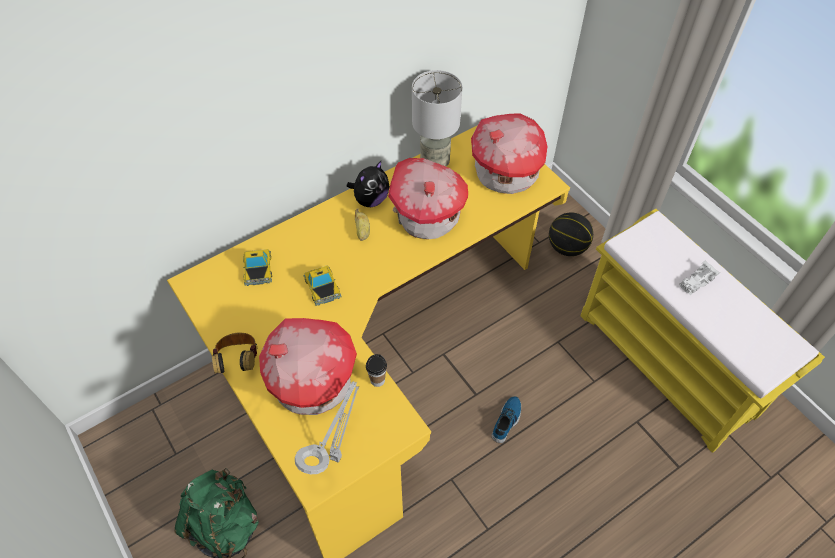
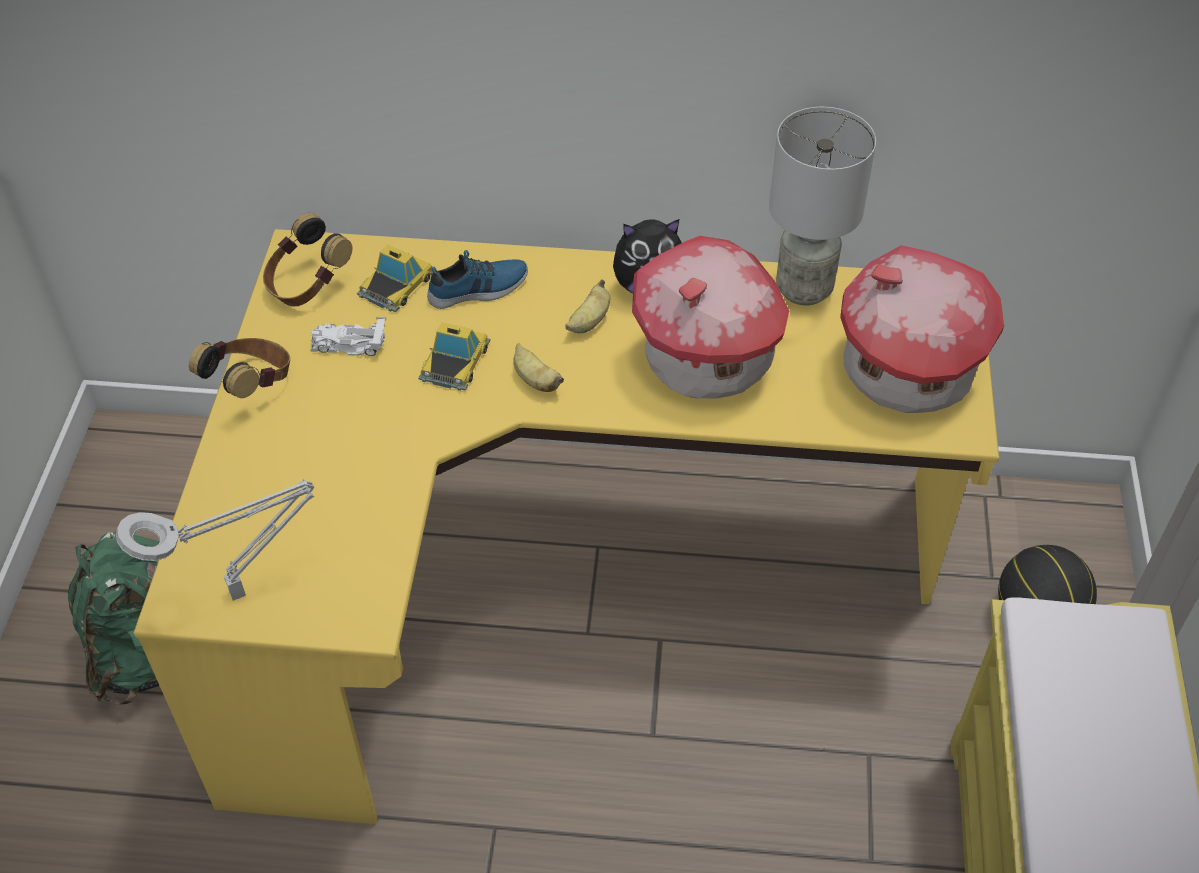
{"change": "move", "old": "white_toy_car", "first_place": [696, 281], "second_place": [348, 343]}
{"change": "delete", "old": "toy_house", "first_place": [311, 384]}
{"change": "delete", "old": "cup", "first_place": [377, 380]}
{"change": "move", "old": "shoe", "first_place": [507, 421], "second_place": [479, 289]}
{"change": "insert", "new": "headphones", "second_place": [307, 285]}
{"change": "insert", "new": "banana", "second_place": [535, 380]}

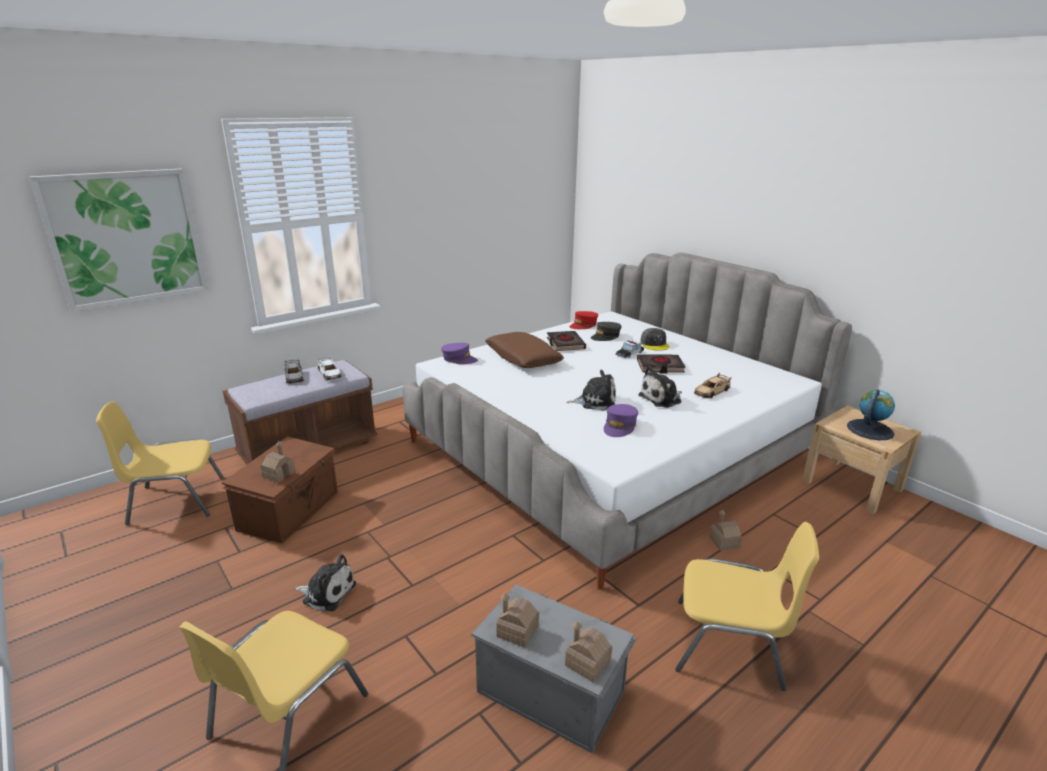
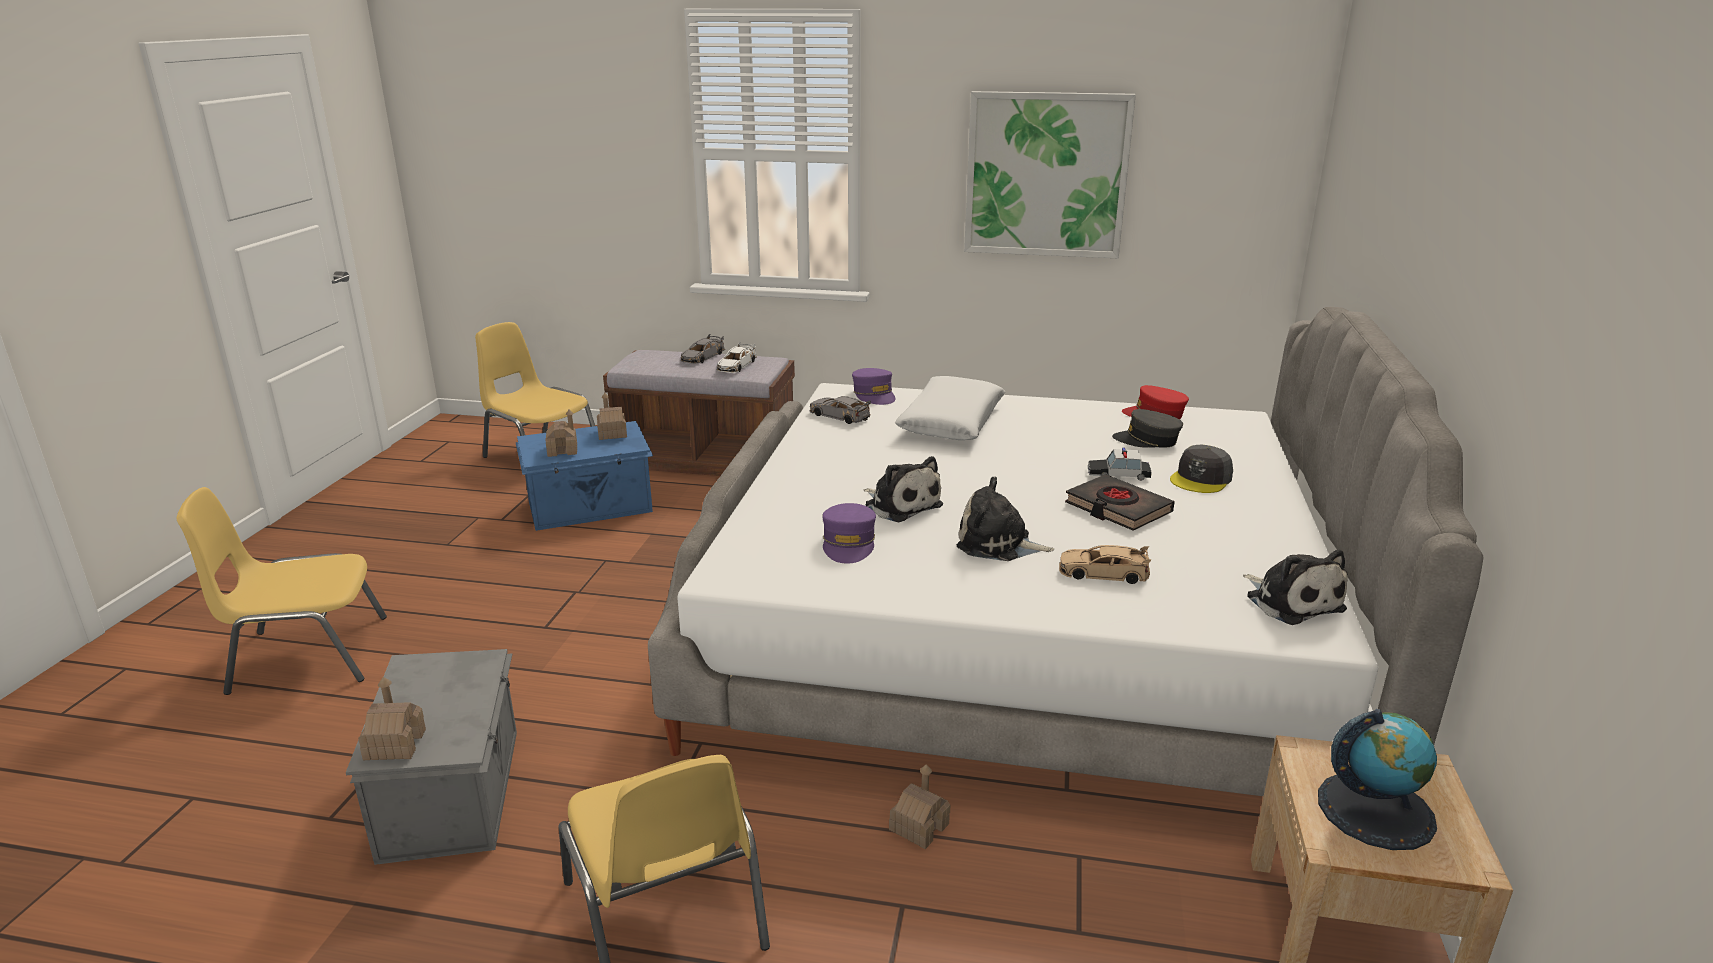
{"change": "move", "old": "picture", "first_place": [126, 238], "second_place": [1046, 175]}
{"change": "delete", "old": "black_book", "first_place": [565, 344]}
{"change": "recolor", "old": "brown_pillow", "new": "white_pillow", "first_place": [523, 358], "second_place": [951, 422]}
{"change": "rotate", "old": "purple_cap", "first_place": [619, 427], "second_place": [849, 544], "degrees": -75}
{"change": "recolor", "old": "brown_storage_box", "new": "blue_storage_box", "first_place": [290, 510], "second_place": [591, 507]}
{"change": "move", "old": "plush_toy", "first_place": [327, 592], "second_place": [1291, 601]}
{"change": "move", "old": "toy_house", "first_place": [517, 631], "second_place": [612, 433]}
{"change": "insert", "new": "grey_toy_car", "second_place": [839, 416]}

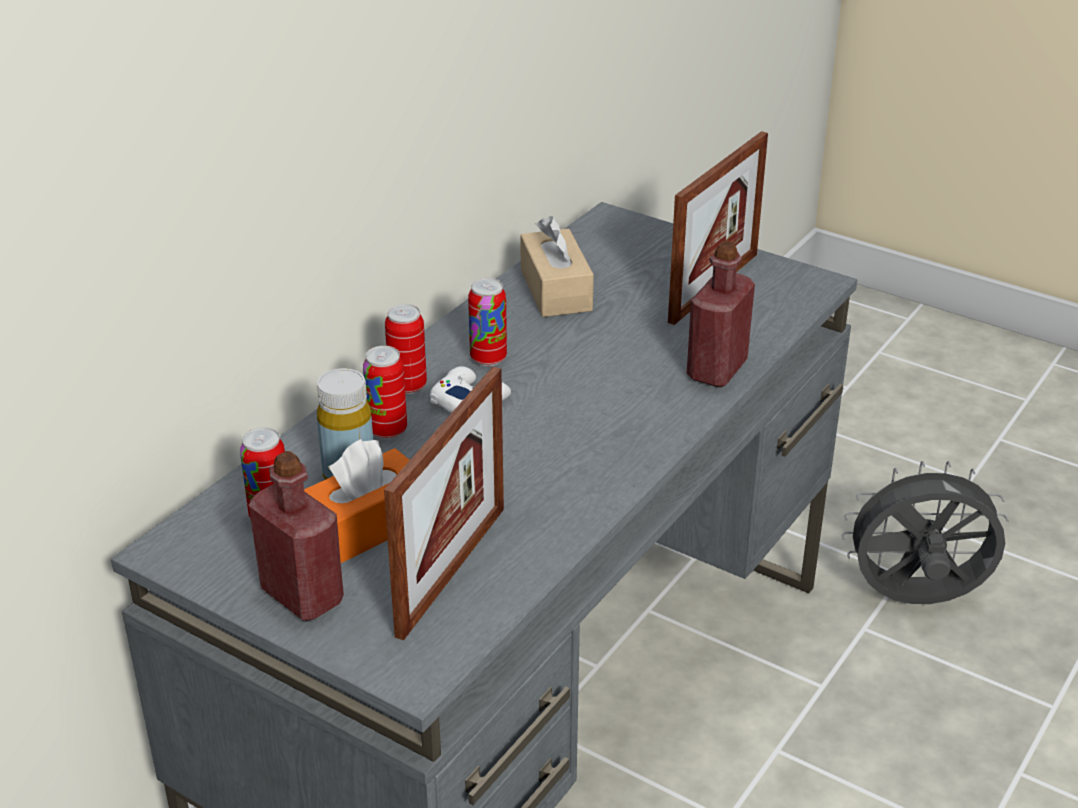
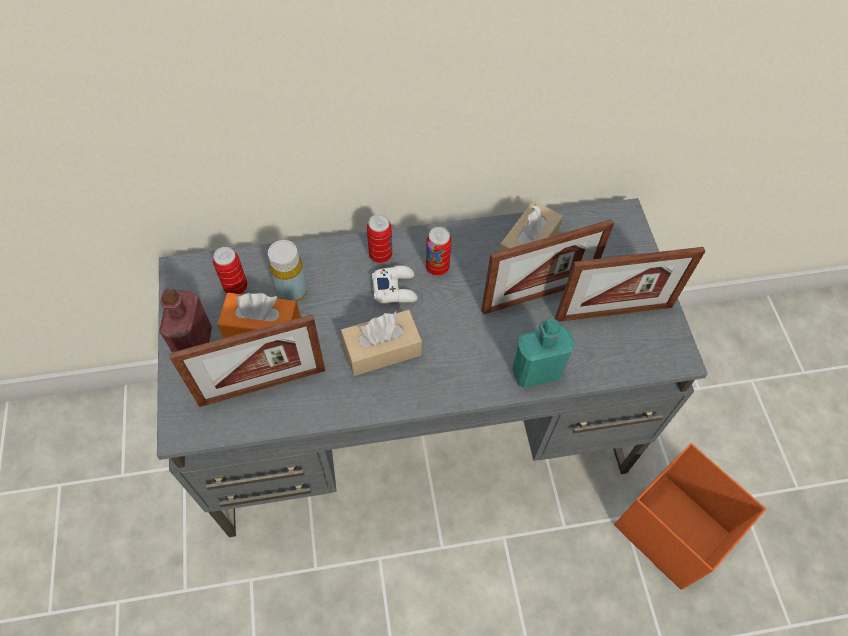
{"change": "recolor", "old": "red_bottle", "new": "turquoise_bottle", "first_place": [717, 369], "second_place": [536, 372]}
{"change": "delete", "old": "can", "first_place": [387, 430]}
{"change": "replace", "old": "grey_fan", "new": "orange_storage_box", "first_place": [915, 601], "second_place": [670, 528]}
{"change": "insert", "new": "picture_frame", "second_place": [537, 296]}
{"change": "insert", "new": "beige_tissue_box", "second_place": [382, 350]}

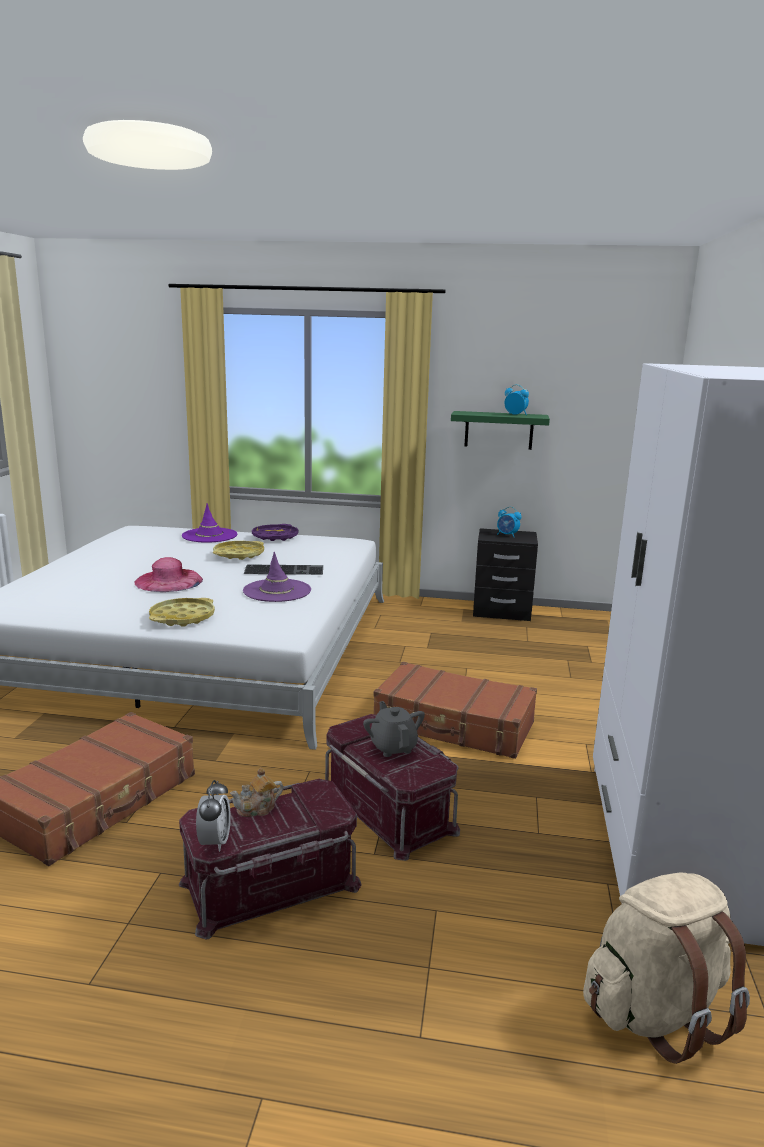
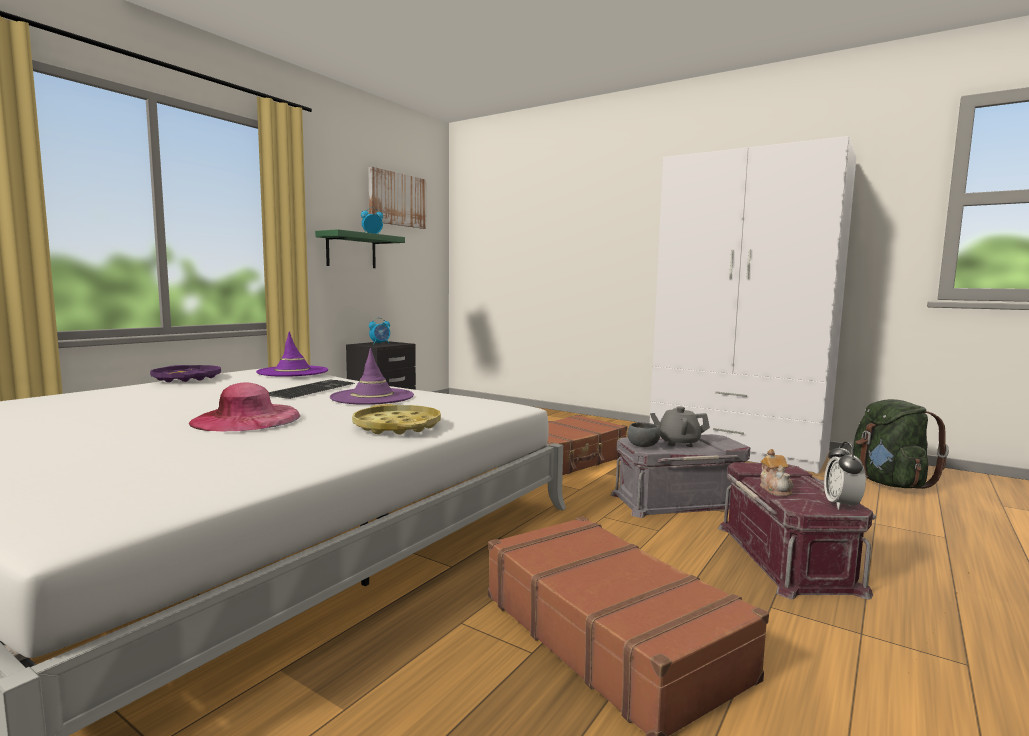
{"change": "move", "old": "purple_hat", "first_place": [209, 535], "second_place": [293, 372]}
{"change": "delete", "old": "yellow_tray", "first_place": [238, 554]}
{"change": "recolor", "old": "red_storage_box", "new": "grey_storage_box", "first_place": [389, 808], "second_place": [678, 500]}
{"change": "rotate", "old": "alarm_clock", "first_place": [214, 842], "second_place": [841, 505], "degrees": -105}
{"change": "recolor", "old": "beige_backpack", "new": "green_backpack", "first_place": [655, 1011], "second_place": [889, 483]}
{"change": "insert", "new": "picture", "second_place": [397, 199]}
{"change": "insert", "new": "grey_bowl", "second_place": [643, 446]}

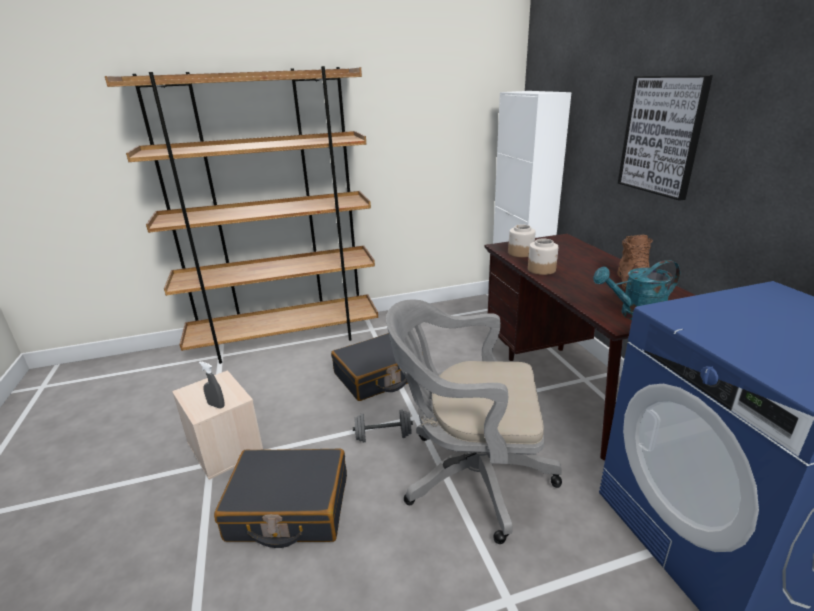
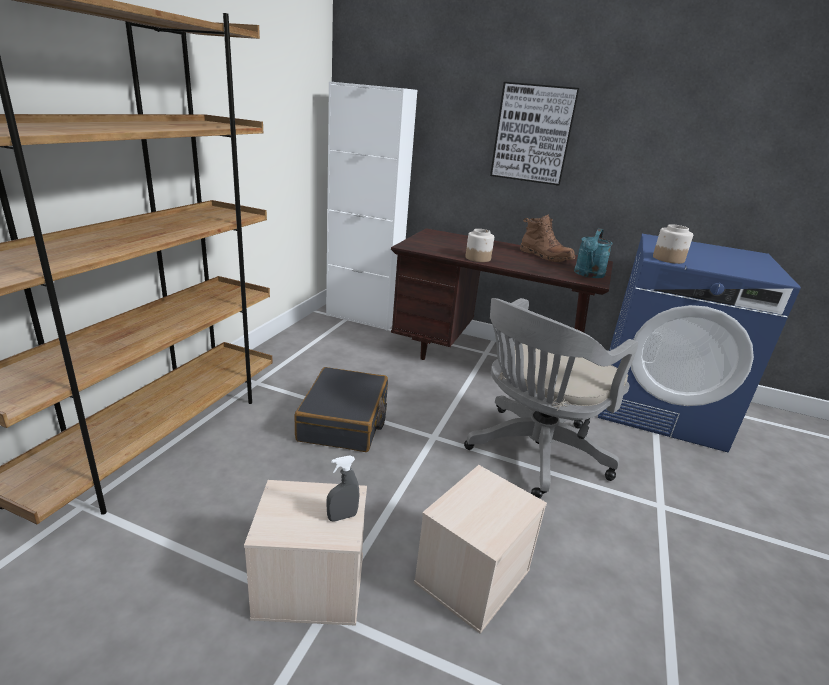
{"change": "move", "old": "jar", "first_place": [520, 253], "second_place": [667, 259]}
{"change": "delete", "old": "grey_dumbbell", "first_place": [383, 436]}
{"change": "replace", "old": "black_suitcase", "new": "beige_storage_box", "first_place": [288, 508], "second_place": [472, 574]}

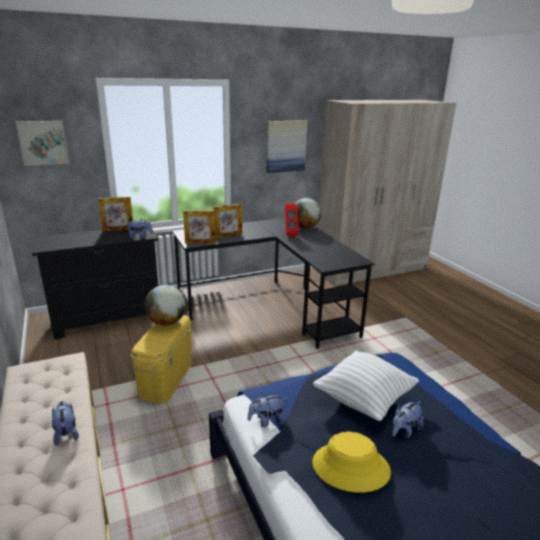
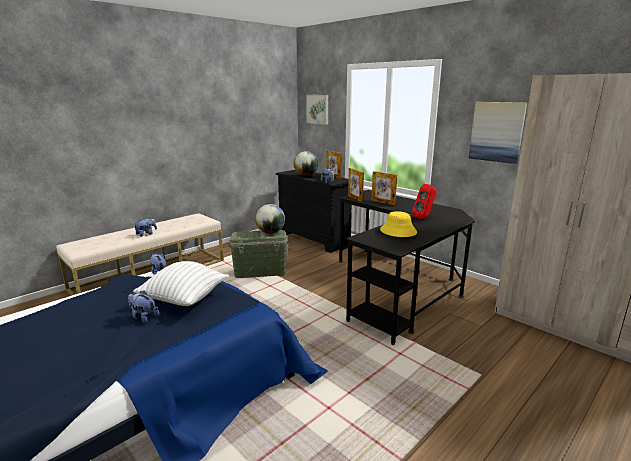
{"change": "move", "old": "globe", "first_place": [305, 227], "second_place": [306, 176]}
{"change": "recolor", "old": "yellow_storage_box", "new": "green_storage_box", "first_place": [166, 379], "second_place": [260, 272]}
{"change": "move", "old": "yellow_hat", "first_place": [350, 467], "second_place": [398, 231]}

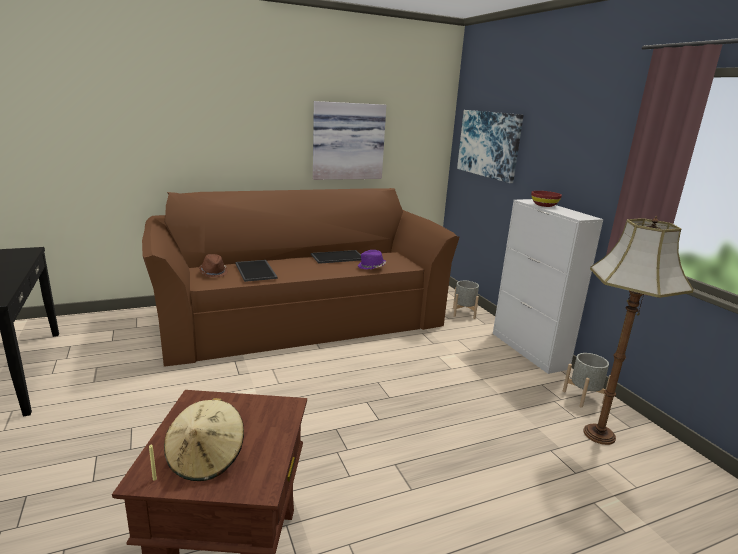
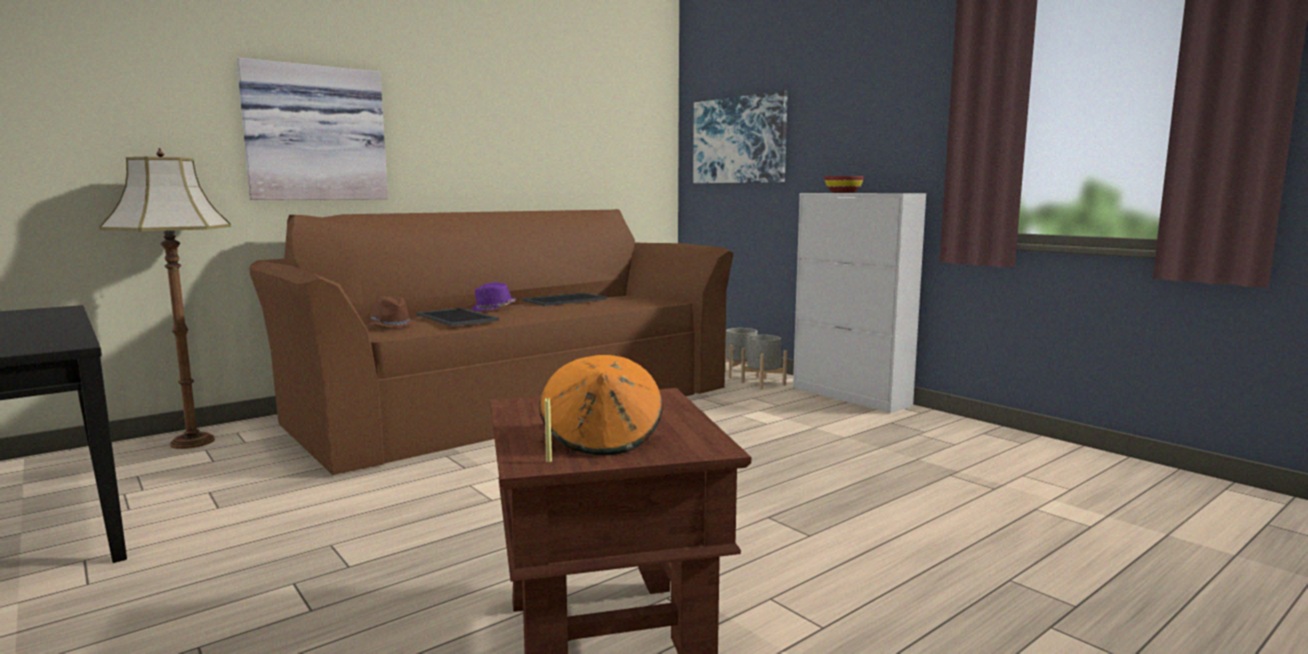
{"change": "move", "old": "picture", "first_place": [347, 141], "second_place": [315, 133]}
{"change": "move", "old": "floor_lamp", "first_place": [598, 434], "second_place": [192, 442]}
{"change": "move", "old": "purple_hat", "first_place": [371, 267], "second_place": [493, 309]}
{"change": "move", "old": "grey_planter", "first_place": [583, 397], "second_place": [763, 383]}
{"change": "recolor", "old": "beige_hat", "new": "orange_hat", "first_place": [206, 458], "second_place": [602, 439]}

